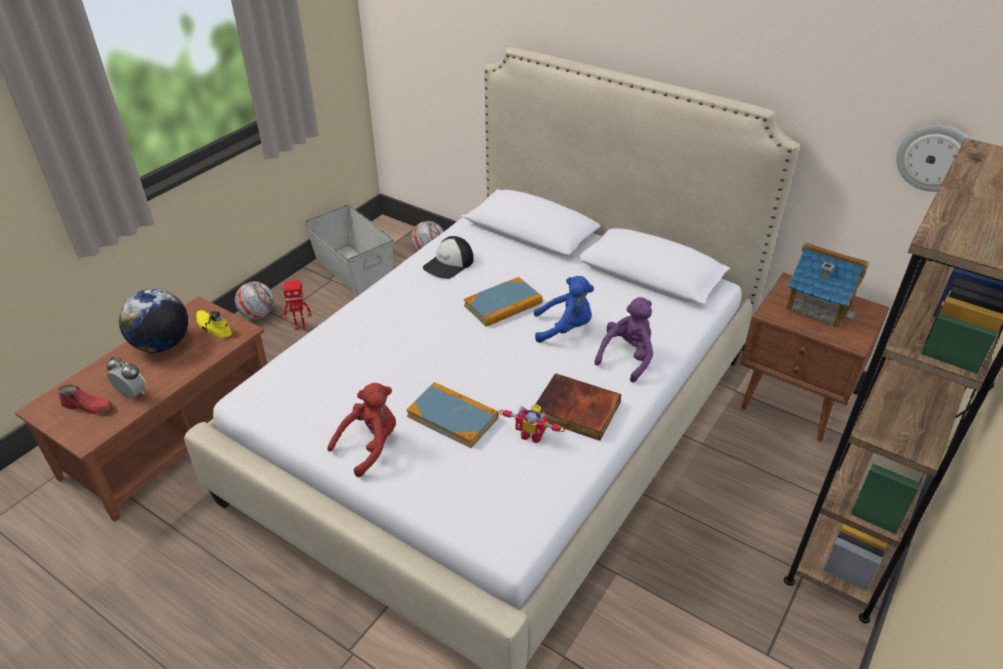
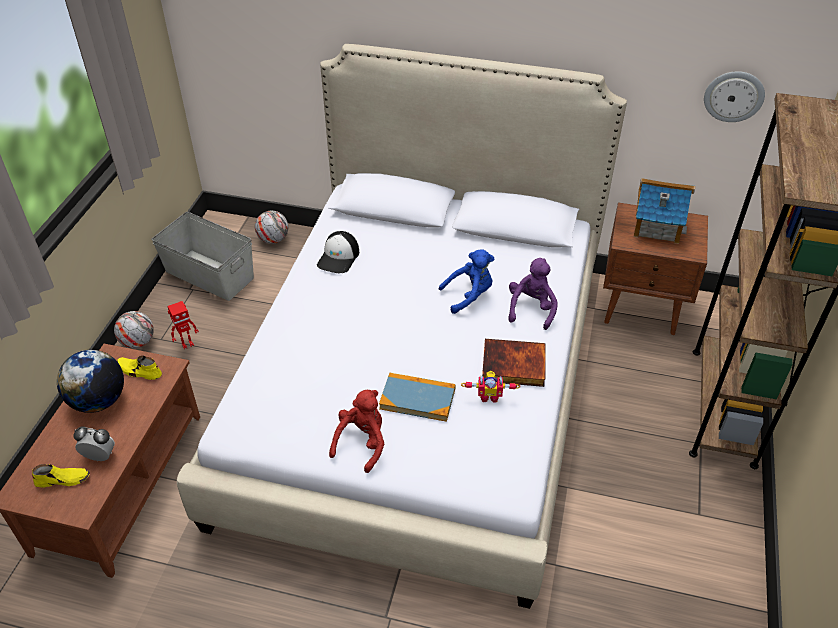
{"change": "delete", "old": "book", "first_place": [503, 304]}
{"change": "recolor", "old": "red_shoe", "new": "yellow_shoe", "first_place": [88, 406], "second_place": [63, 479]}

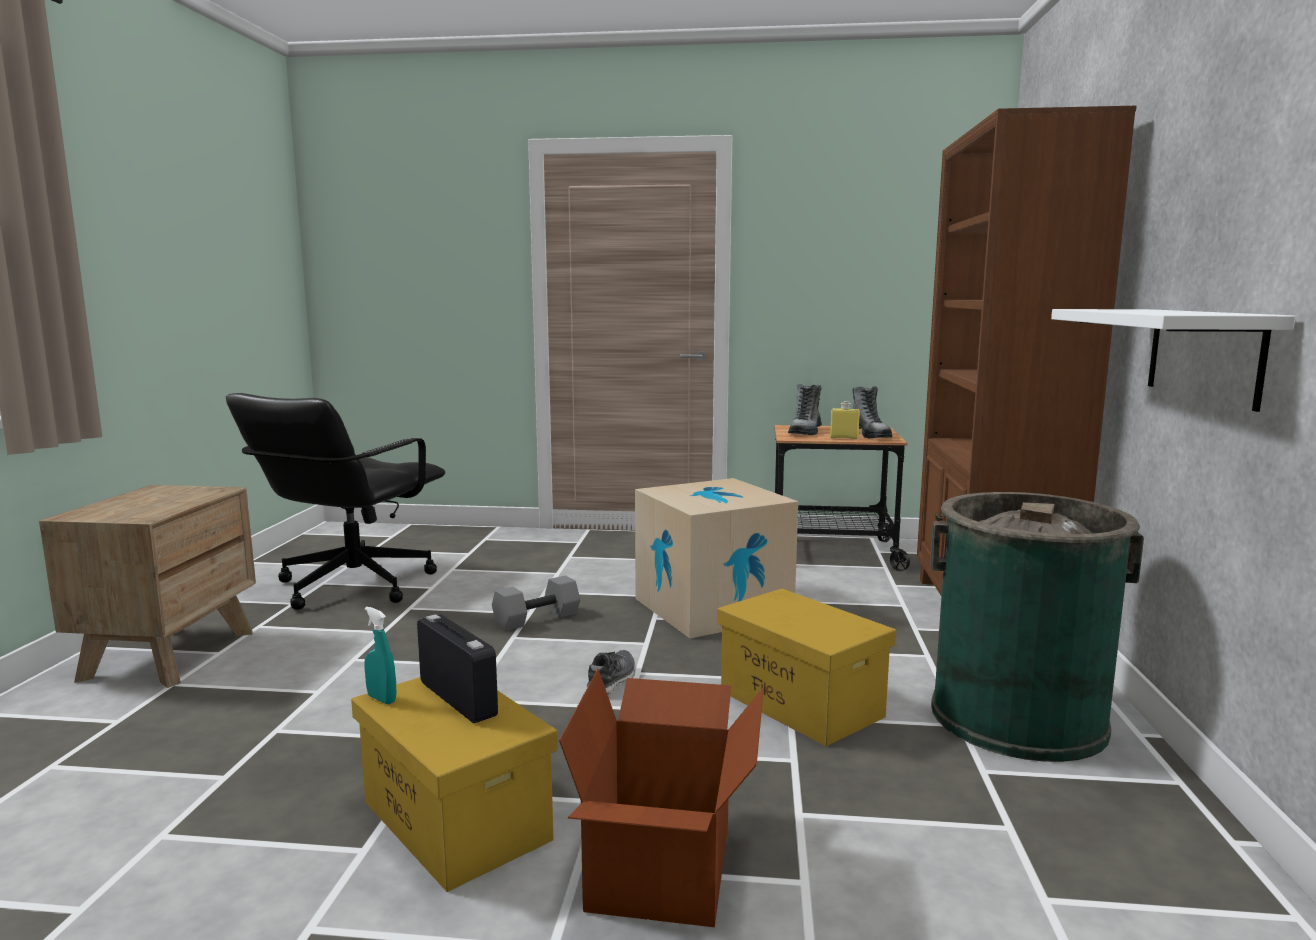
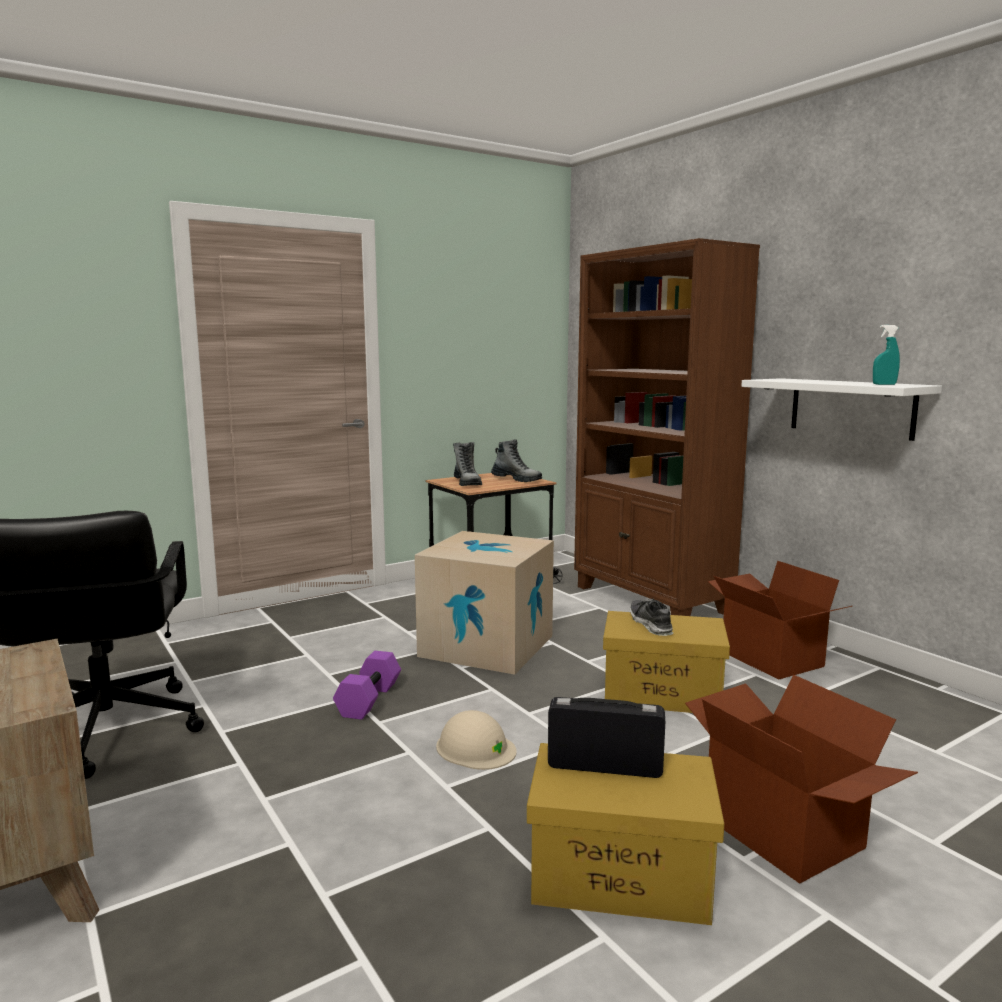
{"change": "delete", "old": "yellow_bottle", "first_place": [844, 438]}
{"change": "replace", "old": "green_trash_can", "new": "cardboard_box", "first_place": [1017, 717], "second_place": [770, 659]}
{"change": "recolor", "old": "grey_dumbbell", "new": "purple_dumbbell", "first_place": [537, 618], "second_place": [368, 699]}
{"change": "move", "old": "turquoise_spray_bottle", "first_place": [381, 699], "second_place": [884, 384]}
{"change": "move", "old": "shoe", "first_place": [611, 682], "second_place": [650, 625]}
{"change": "insert", "new": "beige_hard_hat", "second_place": [475, 748]}

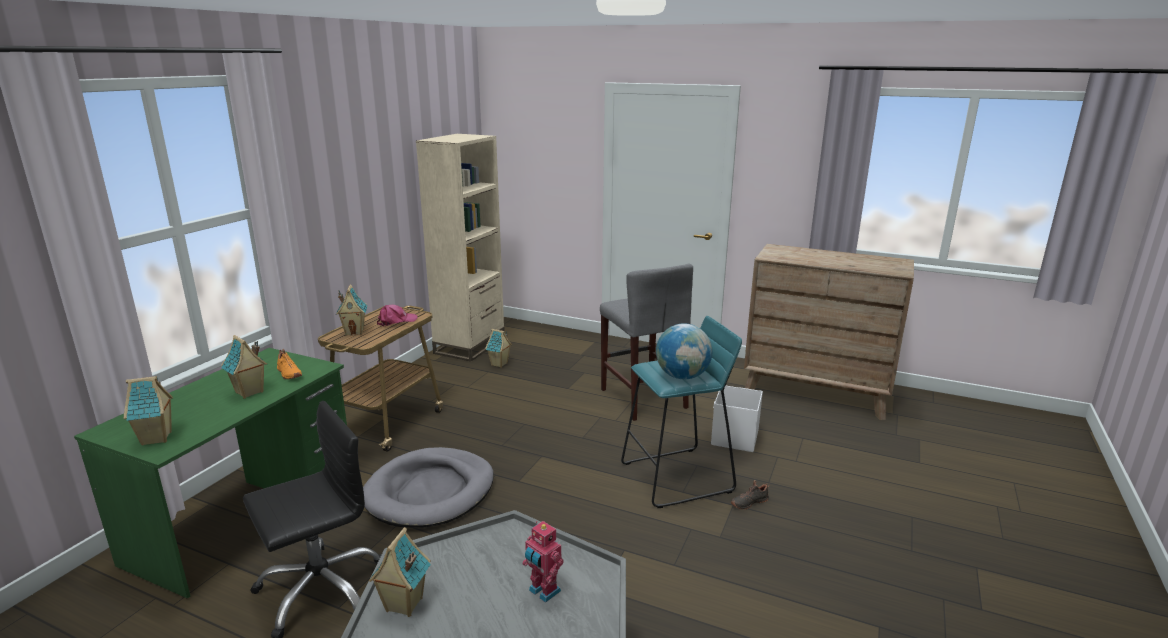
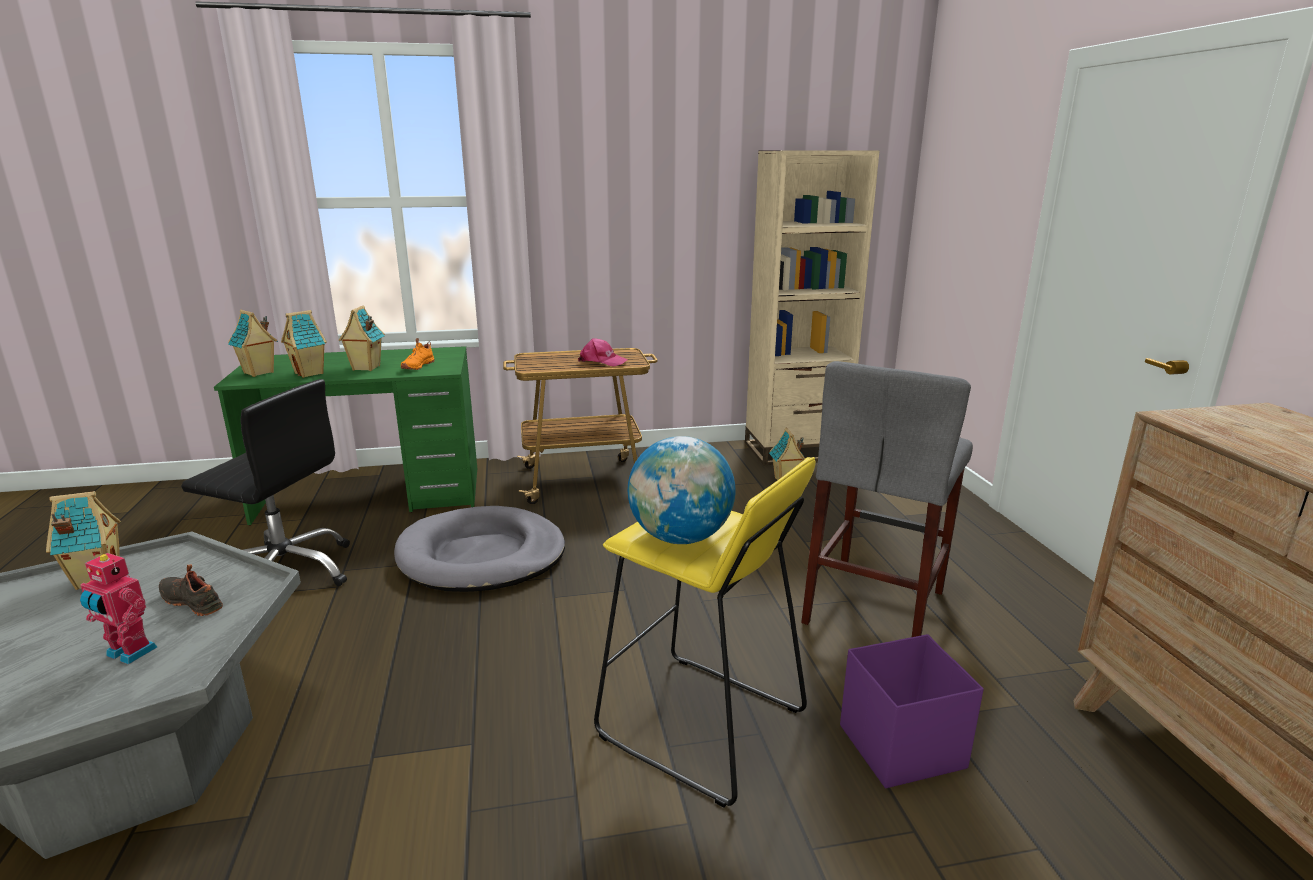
{"change": "move", "old": "toy_house", "first_place": [355, 332], "second_place": [310, 373]}
{"change": "recolor", "old": "turquoise_stool", "new": "yellow_stool", "first_place": [677, 477], "second_place": [701, 725]}
{"change": "recolor", "old": "white_storage_box", "new": "purple_storage_box", "first_place": [734, 438], "second_place": [899, 747]}
{"change": "move", "old": "black_shoe", "first_place": [748, 502], "second_place": [193, 601]}
{"change": "rotate", "old": "toy_robot", "first_place": [543, 592], "second_place": [129, 653], "degrees": -75}

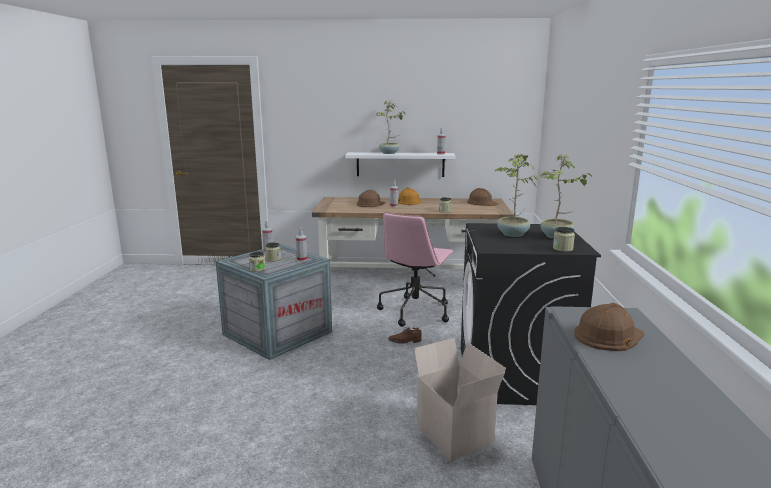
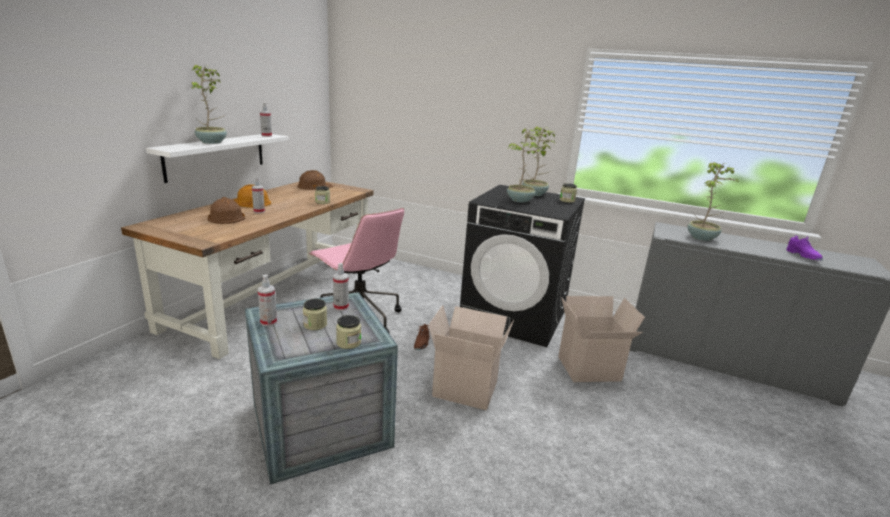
{"change": "replace", "old": "brown_hard_hat", "new": "potted_plant", "first_place": [608, 335], "second_place": [702, 238]}
{"change": "insert", "new": "purple_shoe", "second_place": [803, 256]}
{"change": "insert", "new": "cardboard_box", "second_place": [467, 388]}

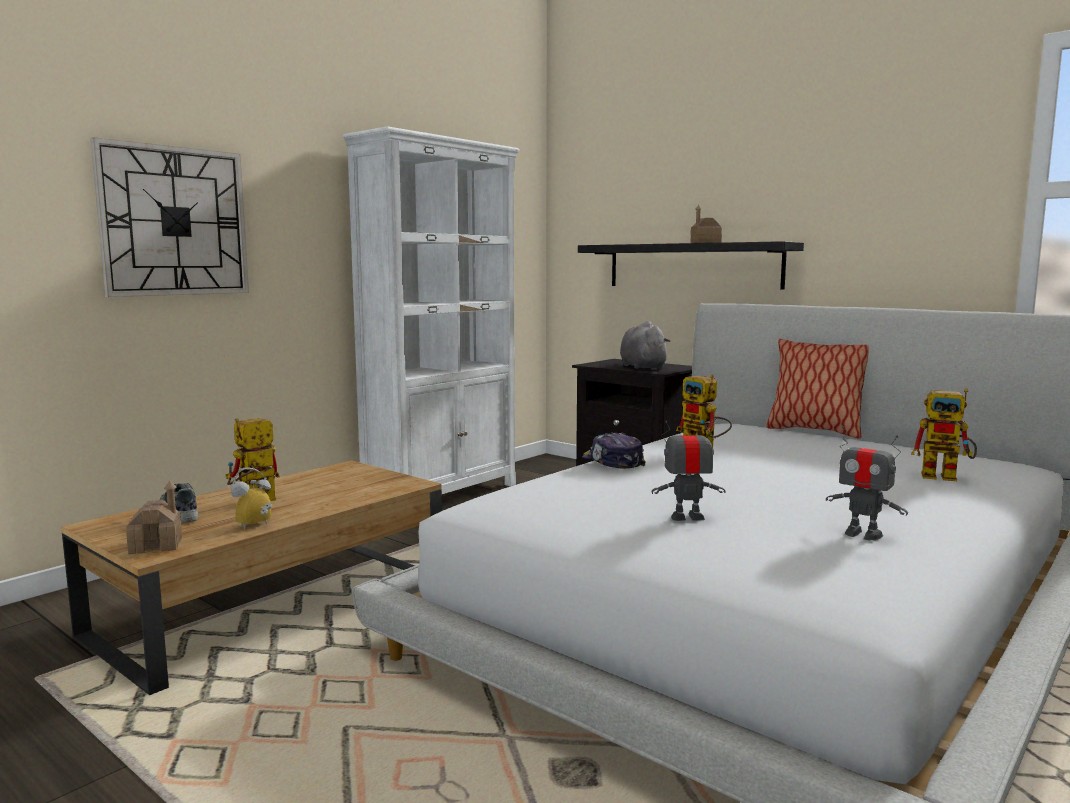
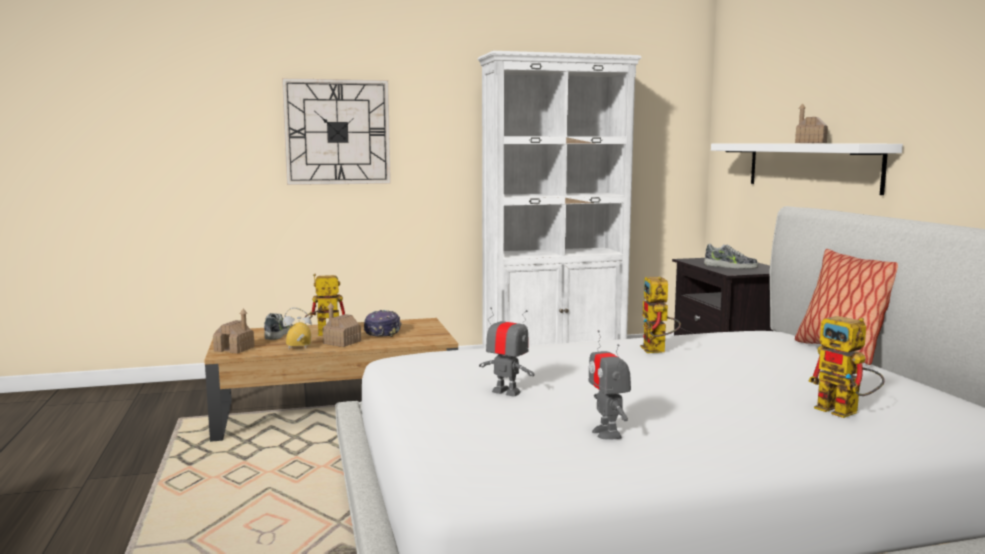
{"change": "recolor", "old": "black_shelf", "new": "white_shelf", "first_place": [692, 266], "second_place": [811, 166]}
{"change": "replace", "old": "grey_plush_toy", "new": "shoe", "first_place": [642, 367], "second_place": [730, 266]}
{"change": "move", "old": "cap", "first_place": [612, 463], "second_place": [382, 332]}
{"change": "insert", "new": "toy_house", "second_place": [341, 342]}

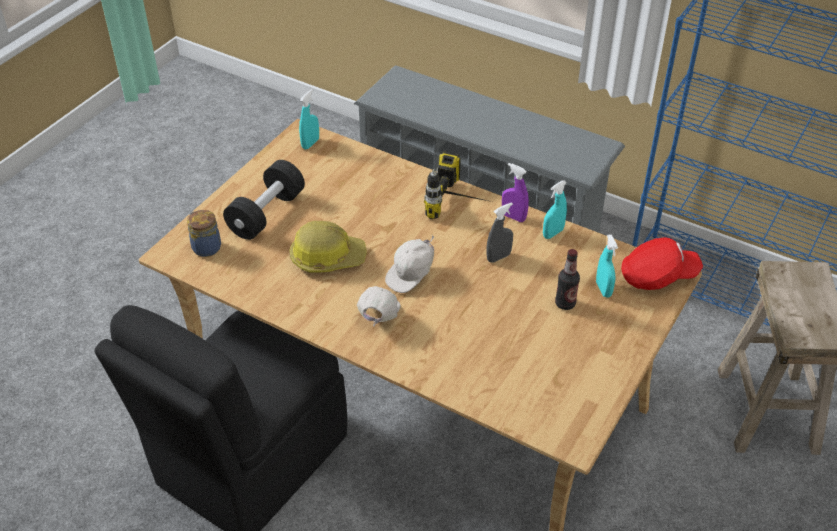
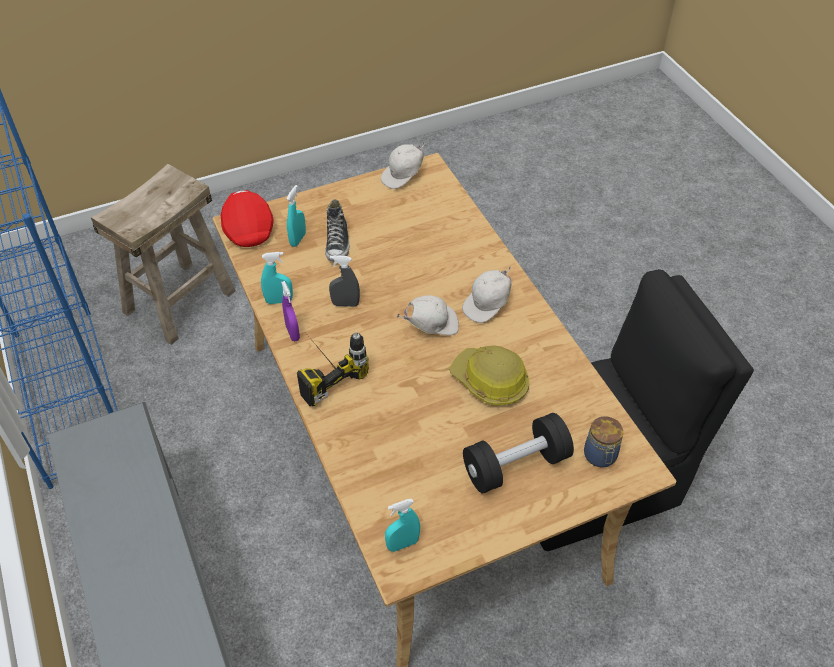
{"change": "rotate", "old": "red_cap", "first_place": [657, 277], "second_place": [248, 228], "degrees": 45}
{"change": "replace", "old": "bottle", "new": "shoe", "first_place": [565, 303], "second_place": [337, 243]}
{"change": "insert", "new": "white_cap", "second_place": [404, 176]}

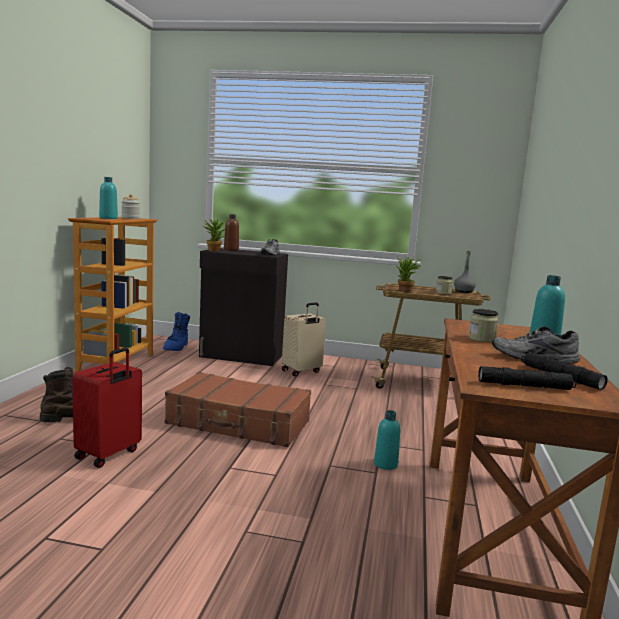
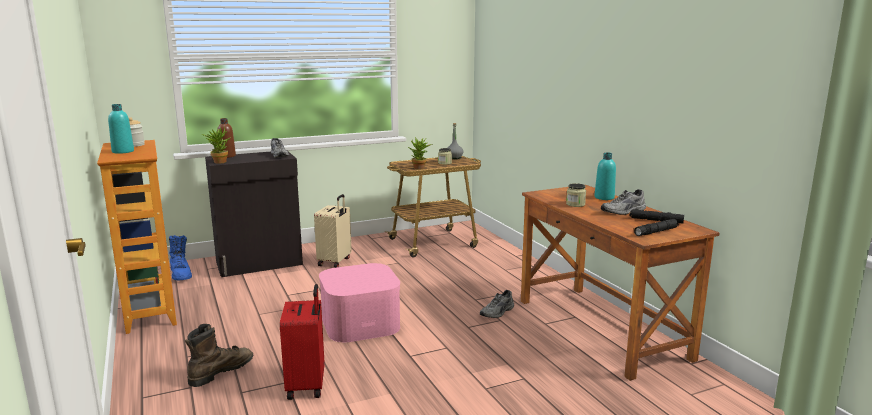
{"change": "replace", "old": "brown_suitcase", "new": "pink_storage_box", "first_place": [238, 423], "second_place": [360, 322]}
{"change": "replace", "old": "turquoise_bottle", "new": "grey_shoe", "first_place": [385, 464], "second_place": [498, 312]}

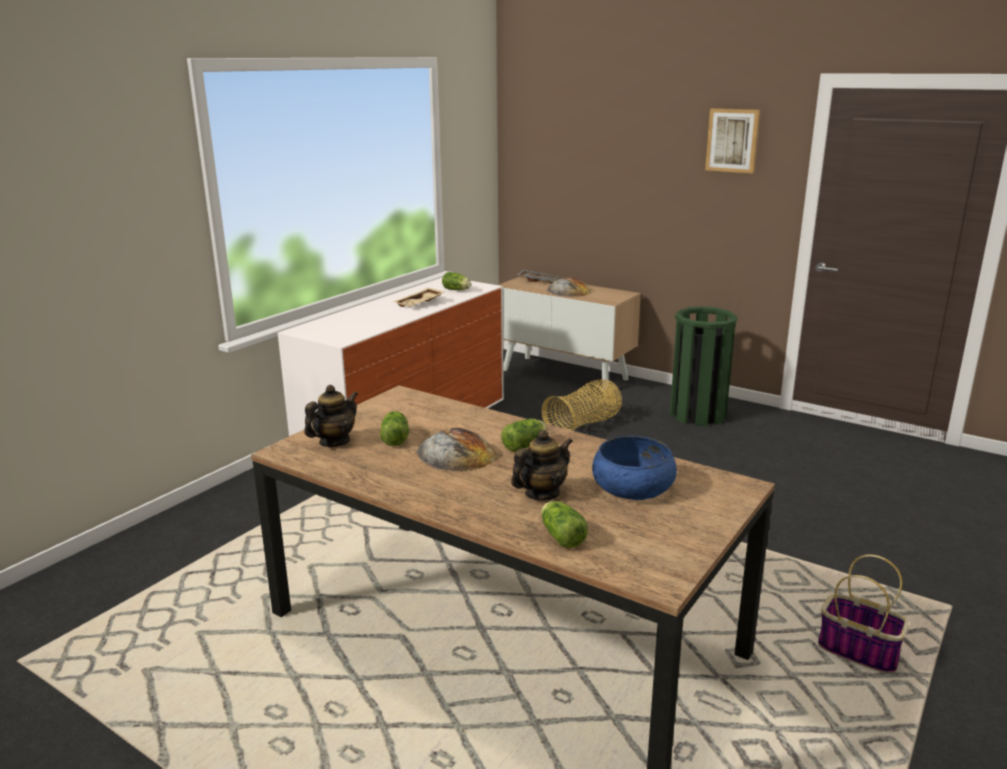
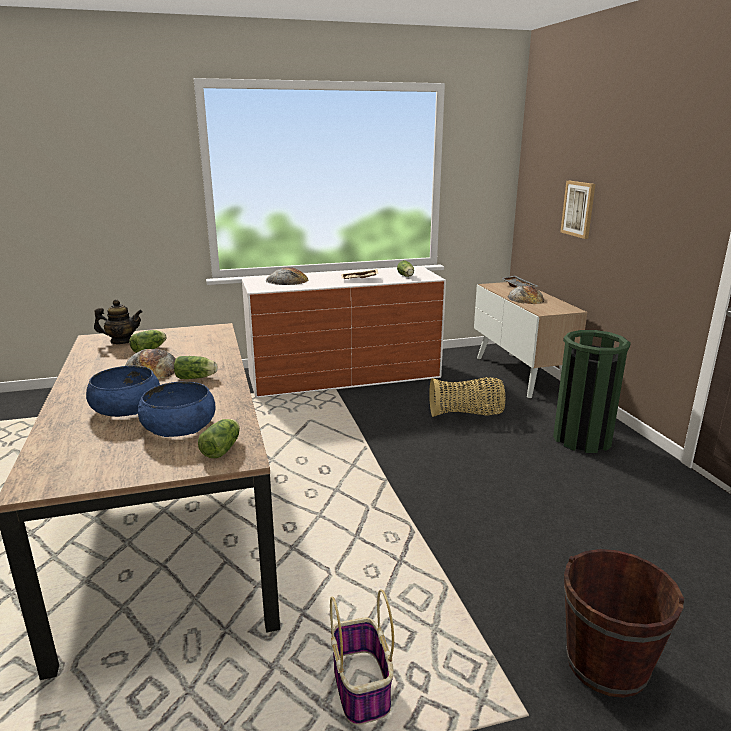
{"change": "move", "old": "picture", "first_place": [732, 140], "second_place": [578, 209]}
{"change": "replace", "old": "teapot", "new": "blue_bowl", "first_place": [541, 493], "second_place": [126, 407]}
{"change": "move", "old": "lettuce", "first_place": [561, 535], "second_place": [223, 448]}
{"change": "insert", "new": "bread", "second_place": [287, 280]}
{"change": "insert", "new": "brown_bucket", "second_place": [606, 664]}

